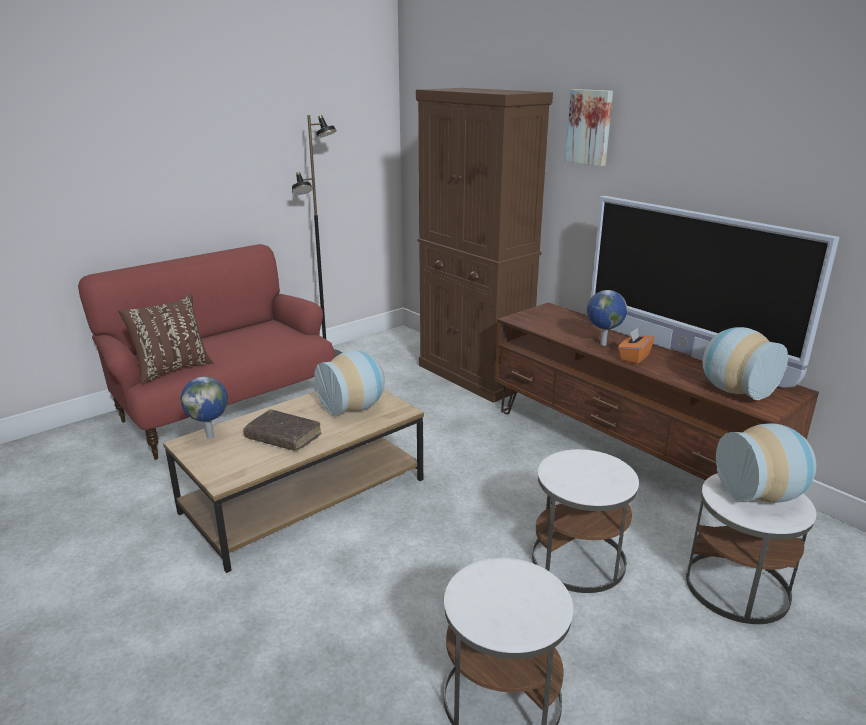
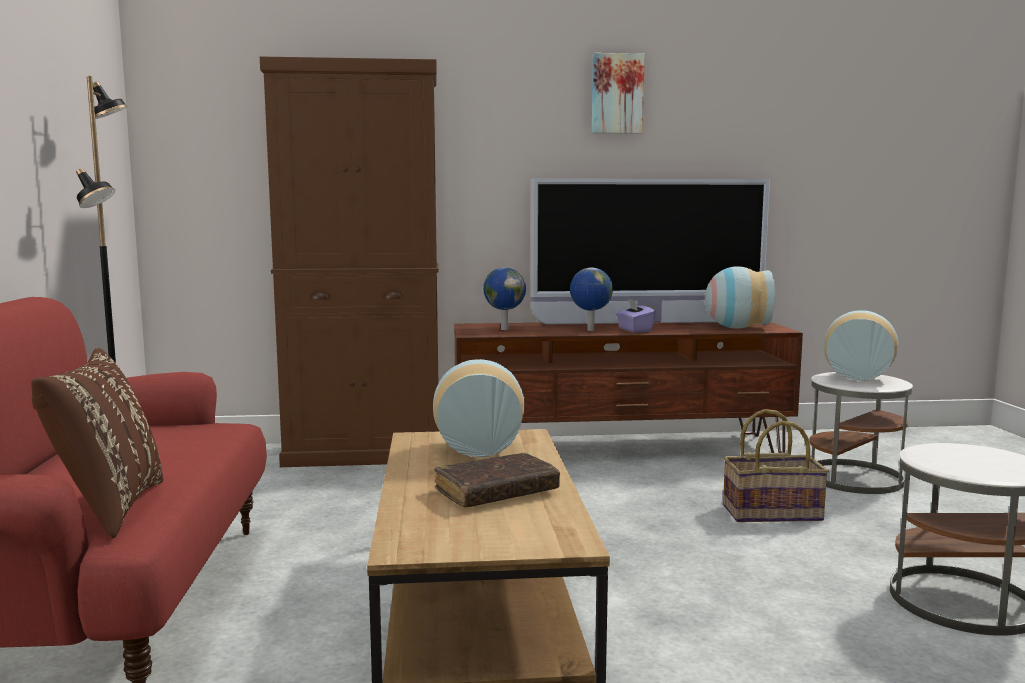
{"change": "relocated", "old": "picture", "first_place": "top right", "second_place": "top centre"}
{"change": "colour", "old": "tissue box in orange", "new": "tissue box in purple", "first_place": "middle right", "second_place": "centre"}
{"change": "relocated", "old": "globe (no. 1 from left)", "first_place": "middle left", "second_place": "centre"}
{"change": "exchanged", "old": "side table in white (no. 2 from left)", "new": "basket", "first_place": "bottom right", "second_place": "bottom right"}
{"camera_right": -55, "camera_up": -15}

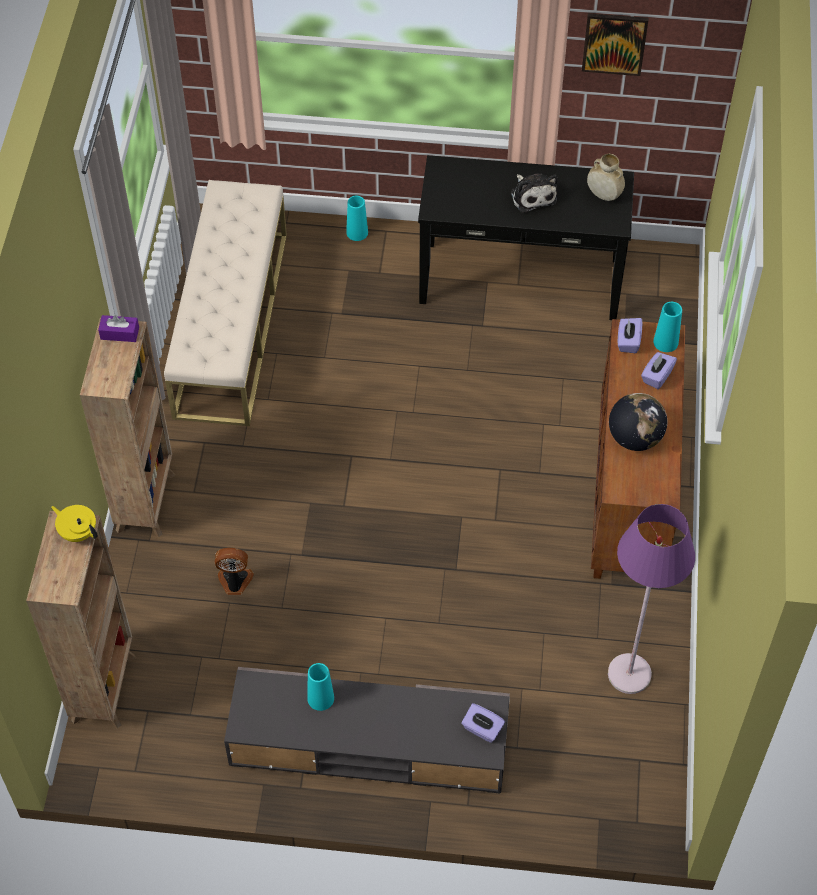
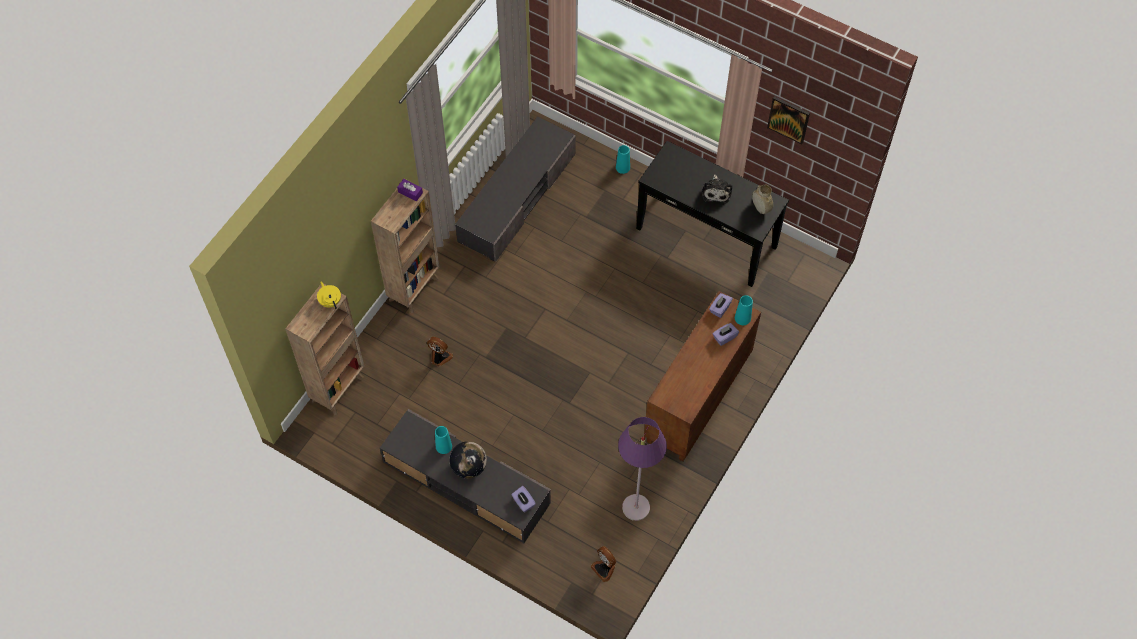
{"change": "exchanged", "old": "bench in beige", "new": "tv stand in grey (no. 2 from left)", "first_place": "middle left", "second_place": "top centre"}
{"change": "relocated", "old": "globe", "first_place": "middle right", "second_place": "bottom centre"}
{"change": "appeared", "new": "fan (no. 2 from left)", "second_place": "bottom centre"}
{"camera_right": 25, "camera_up": 5}

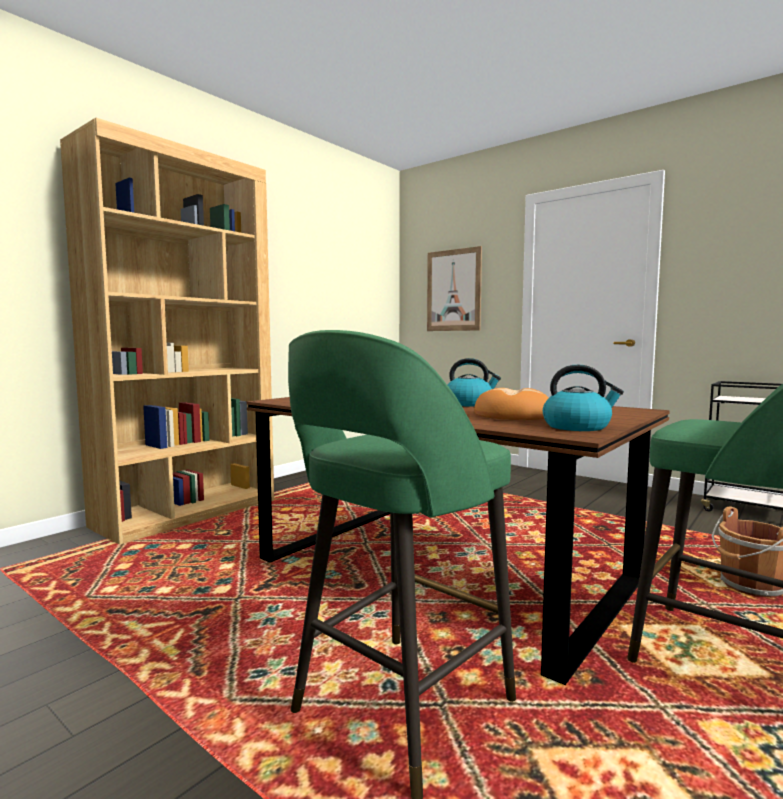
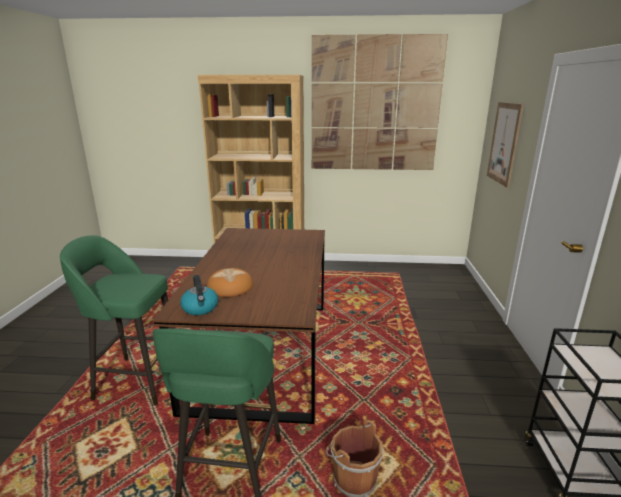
{"change": "missing", "old": "kettle (no. 1 from left)", "first_place": "centre"}
{"change": "appeared", "new": "picture (no. 1 from left)", "second_place": "top centre"}
{"camera_right": 55, "camera_up": 15}

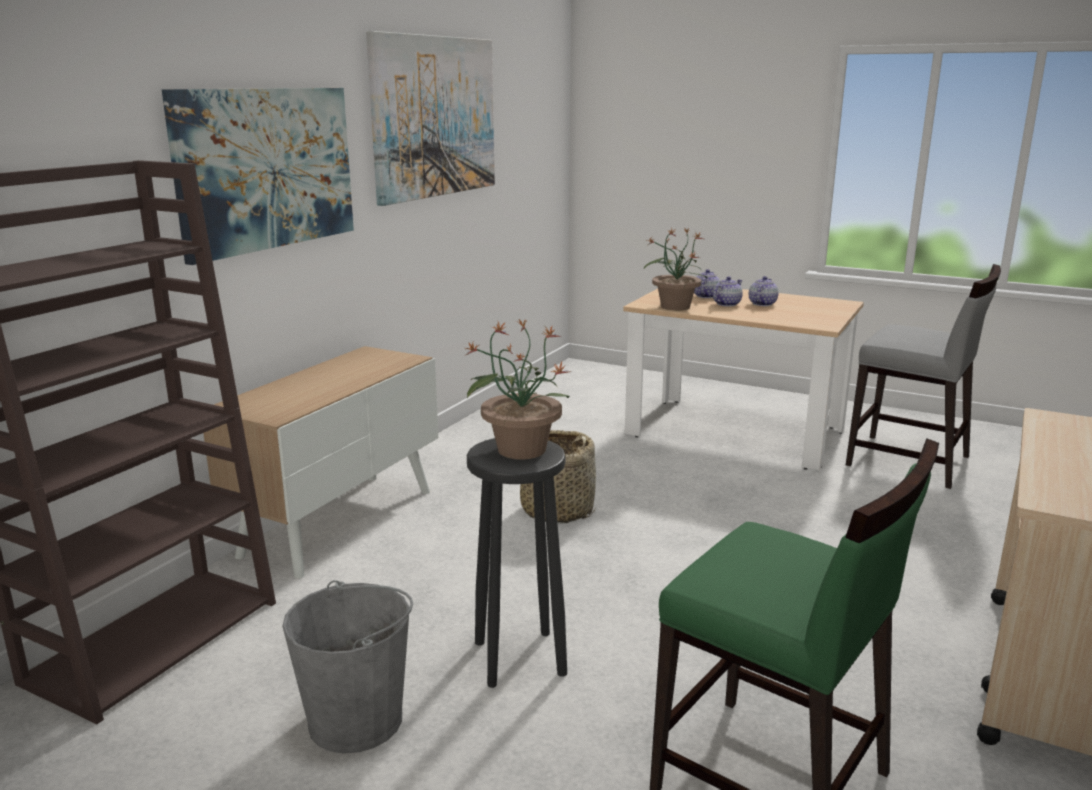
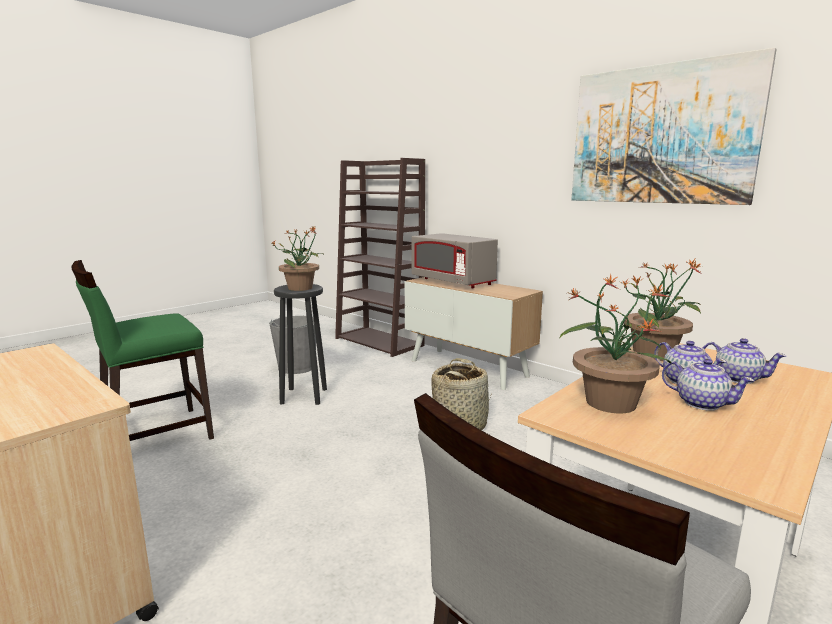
{"change": "missing", "old": "picture (no. 1 from left)", "first_place": "top left"}
{"change": "appeared", "new": "microwave in grey", "second_place": "centre"}
{"change": "appeared", "new": "potted plant (no. 2 from left)", "second_place": "middle right"}
{"camera_right": 105, "camera_up": -5}

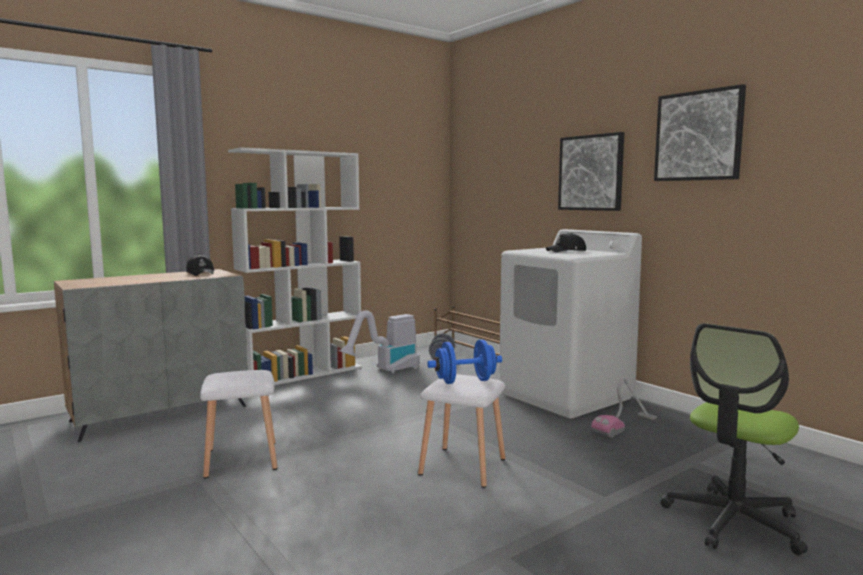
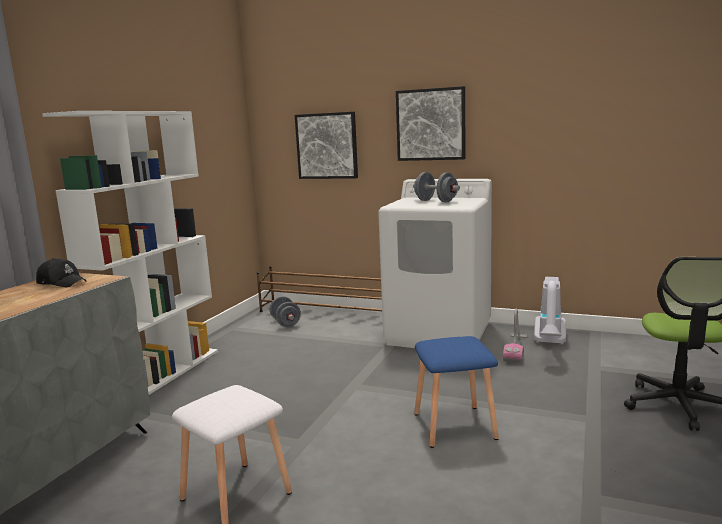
{"change": "relocated", "old": "picture (no. 2 from left in the first image)", "new": "picture (no. 1 from left)", "first_place": "top right", "second_place": "top centre"}
{"change": "exchanged", "old": "cap in black (no. 2 from left)", "new": "dumbbell in grey (no. 2 from left)", "first_place": "centre", "second_place": "centre"}
{"change": "relocated", "old": "vacuum cleaner (no. 1 from left in the first image)", "new": "vacuum cleaner (no. 2 from left)", "first_place": "centre", "second_place": "middle right"}
{"change": "missing", "old": "dumbbell in blue", "first_place": "centre"}
{"change": "colour", "old": "stool in white (no. 2 from left)", "new": "stool in blue", "first_place": "bottom centre", "second_place": "bottom centre"}
{"camera_right": -30, "camera_up": 5}

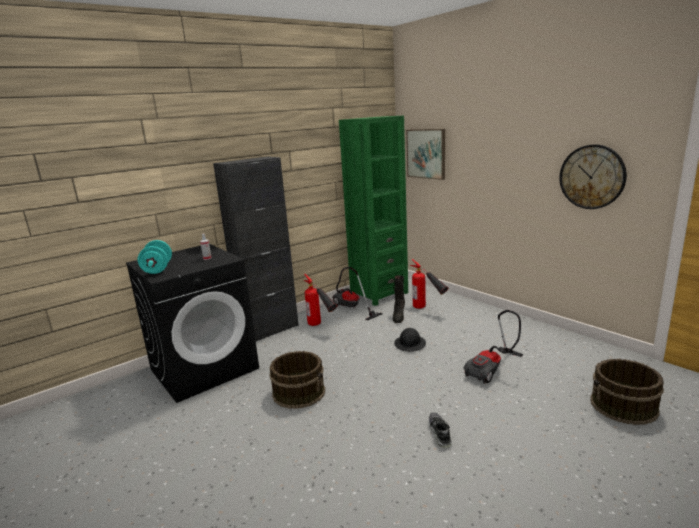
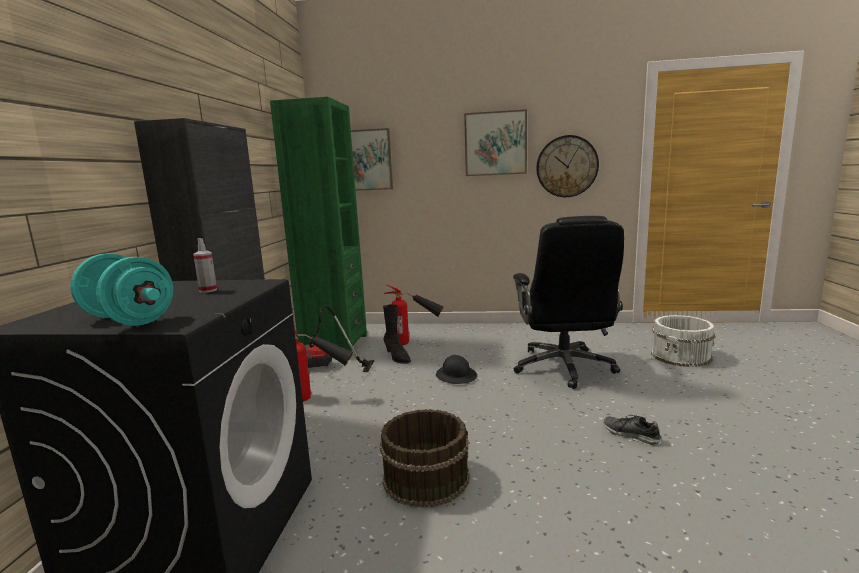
{"change": "exchanged", "old": "vacuum cleaner (no. 2 from left)", "new": "office chair in black", "first_place": "middle right", "second_place": "centre"}
{"change": "colour", "old": "bucket in brown (no. 2 from left)", "new": "bucket in white", "first_place": "bottom right", "second_place": "middle right"}
{"change": "appeared", "new": "picture (no. 2 from left)", "second_place": "top centre"}
{"camera_right": -45, "camera_up": -5}

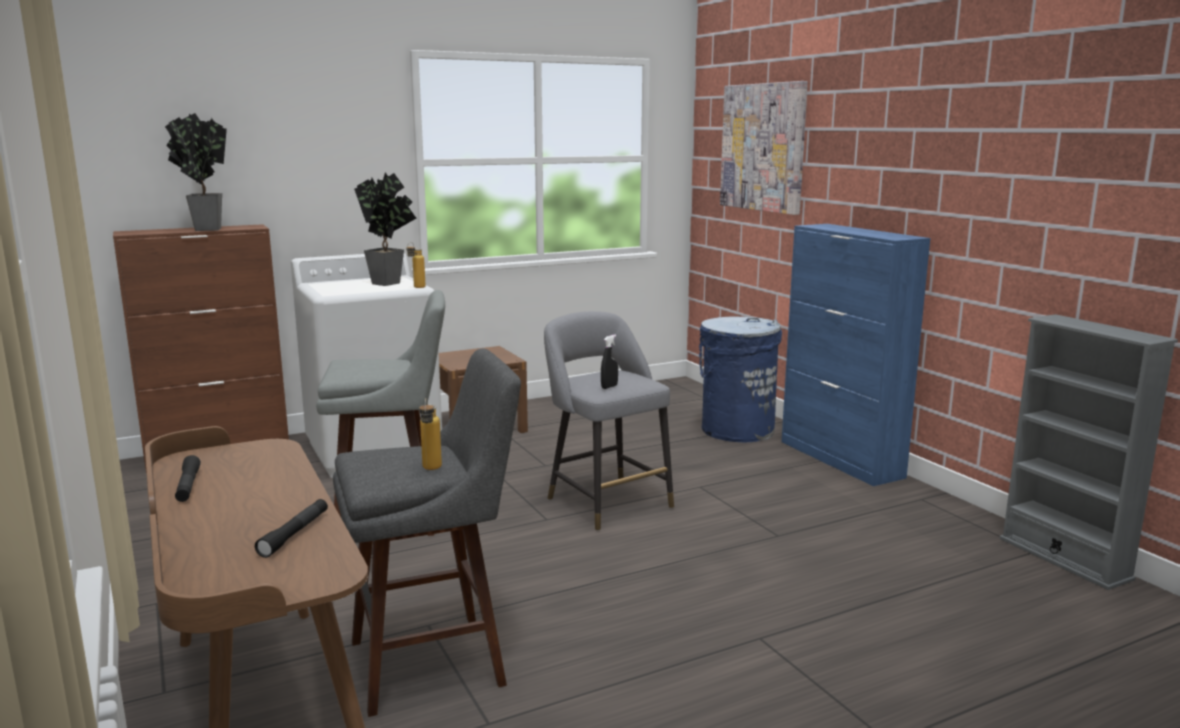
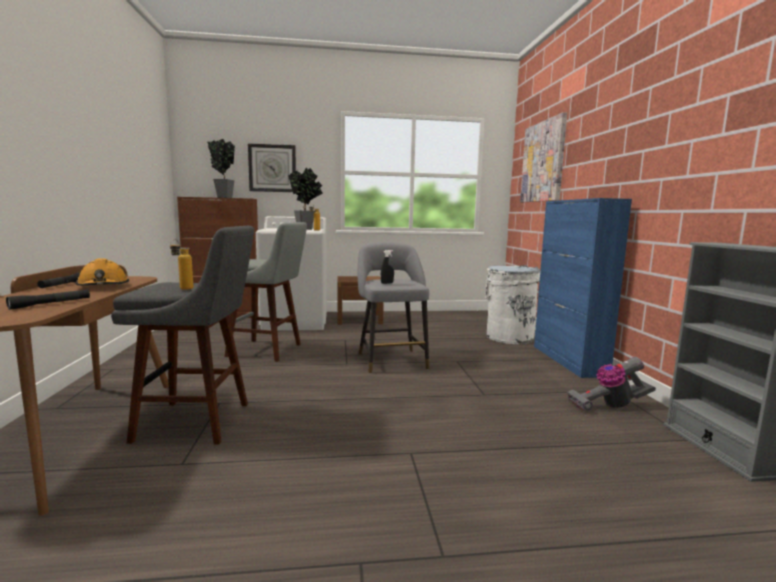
{"change": "colour", "old": "trash can in blue", "new": "trash can in white", "first_place": "centre", "second_place": "centre"}
{"change": "appeared", "new": "wall clock", "second_place": "top centre"}
{"change": "appeared", "new": "hard hat in orange", "second_place": "middle left"}
{"change": "appeared", "new": "vacuum cleaner", "second_place": "middle right"}
{"camera_right": 20, "camera_up": -5}

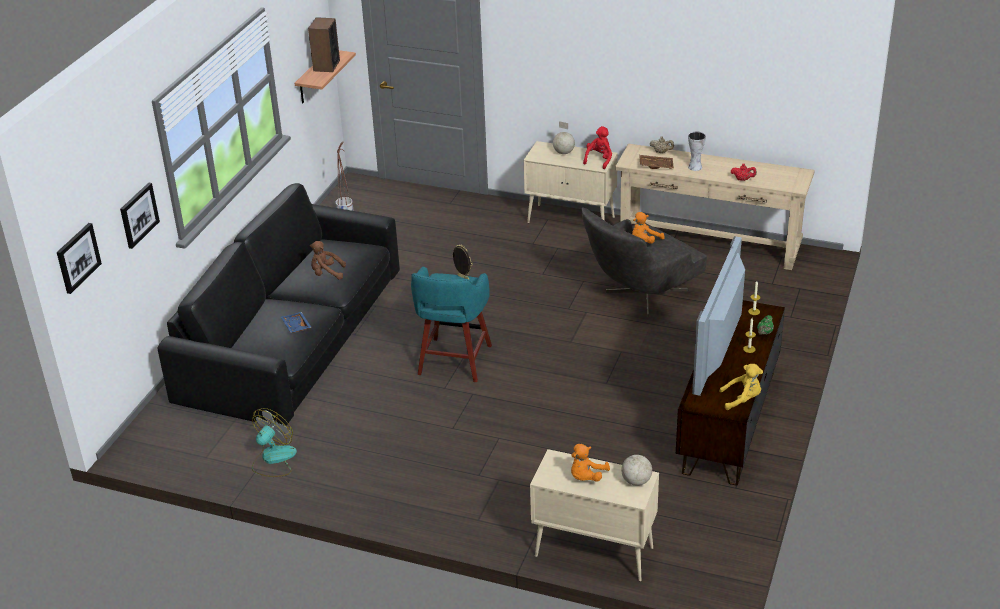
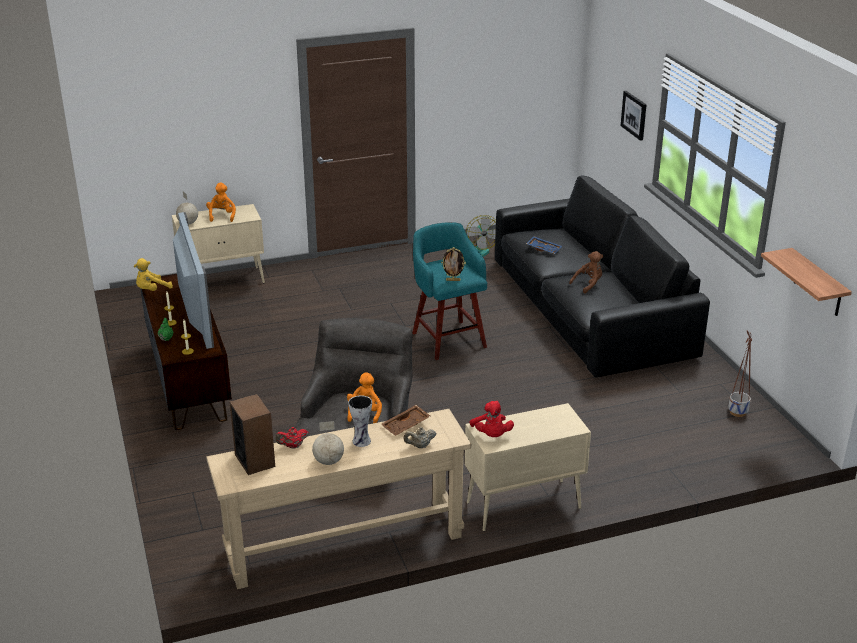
{"change": "relocated", "old": "speaker", "first_place": "top left", "second_place": "bottom left"}
{"change": "relocated", "old": "globe (no. 1 from left in the first image)", "new": "globe (no. 2 from left)", "first_place": "top centre", "second_place": "bottom centre"}
{"change": "missing", "old": "picture (no. 1 from left)", "first_place": "middle left"}
{"camera_right": 140, "camera_up": -5}

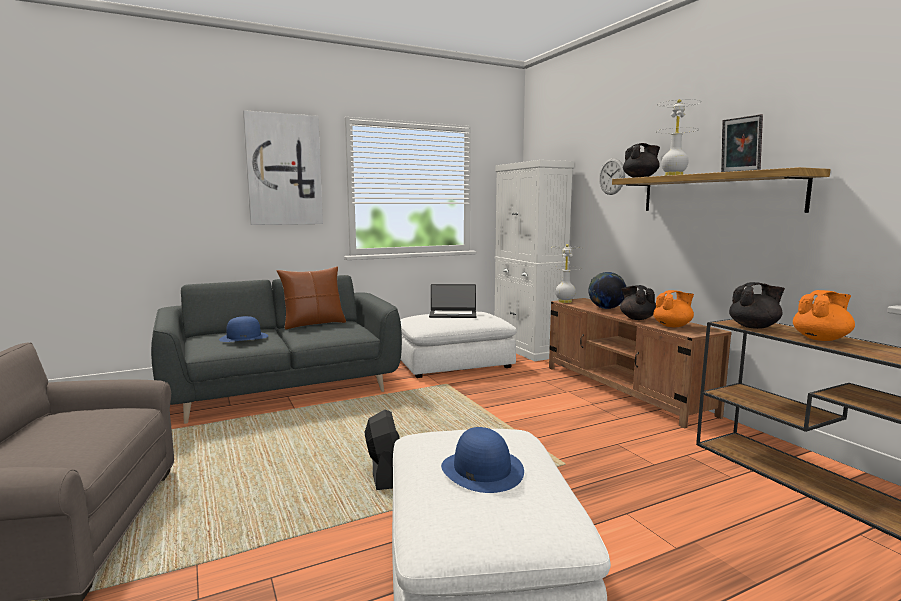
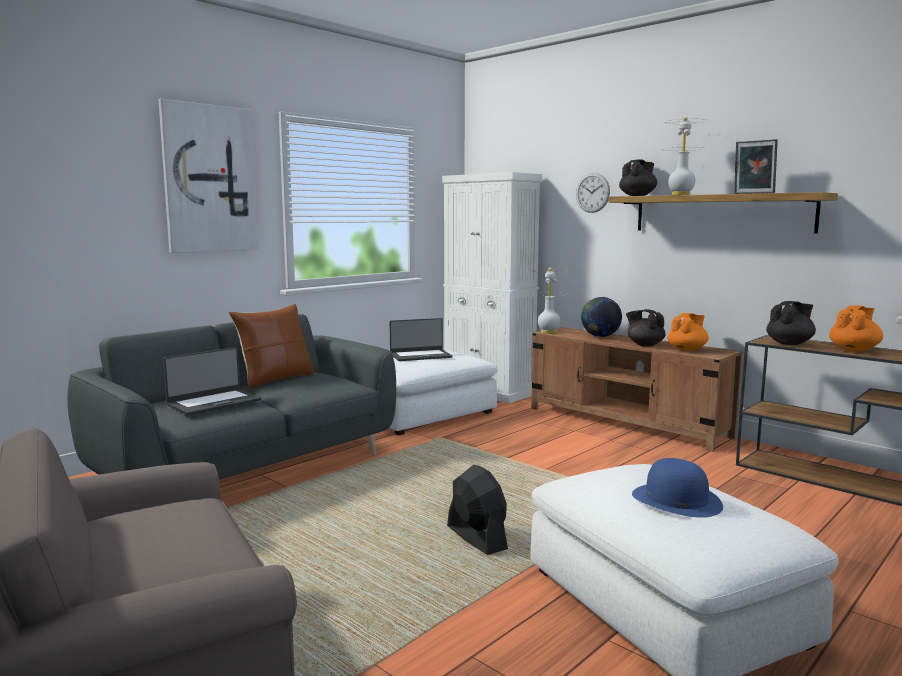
{"change": "exchanged", "old": "hat in blue (no. 1 from left)", "new": "laptop (no. 1 from left)", "first_place": "middle left", "second_place": "middle left"}
{"camera_right": -20, "camera_up": 0}

